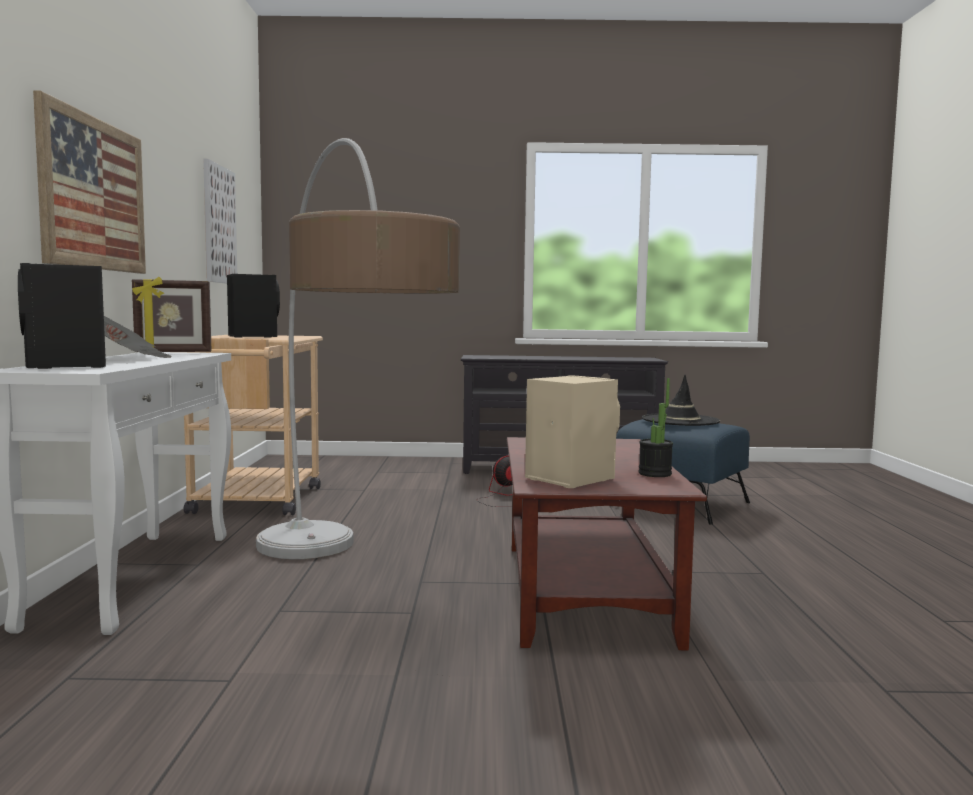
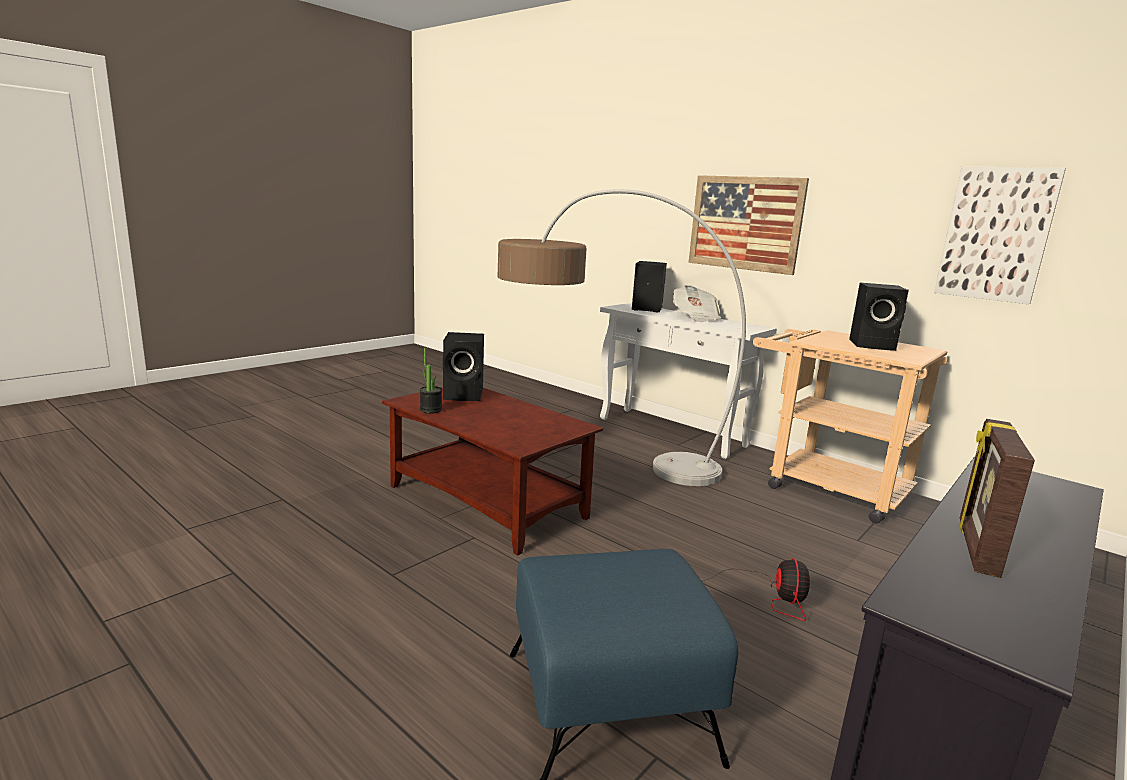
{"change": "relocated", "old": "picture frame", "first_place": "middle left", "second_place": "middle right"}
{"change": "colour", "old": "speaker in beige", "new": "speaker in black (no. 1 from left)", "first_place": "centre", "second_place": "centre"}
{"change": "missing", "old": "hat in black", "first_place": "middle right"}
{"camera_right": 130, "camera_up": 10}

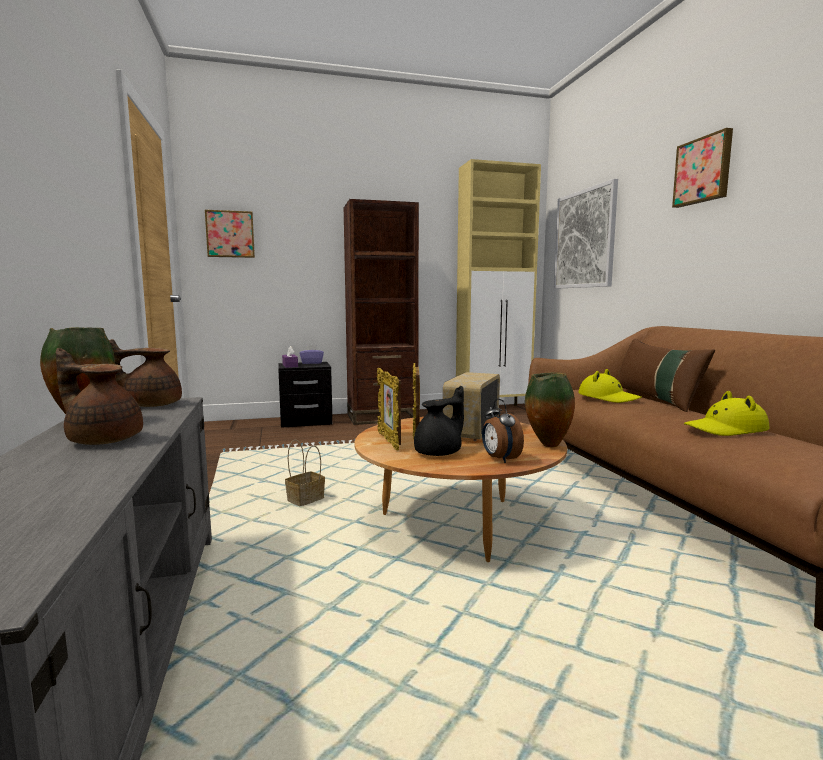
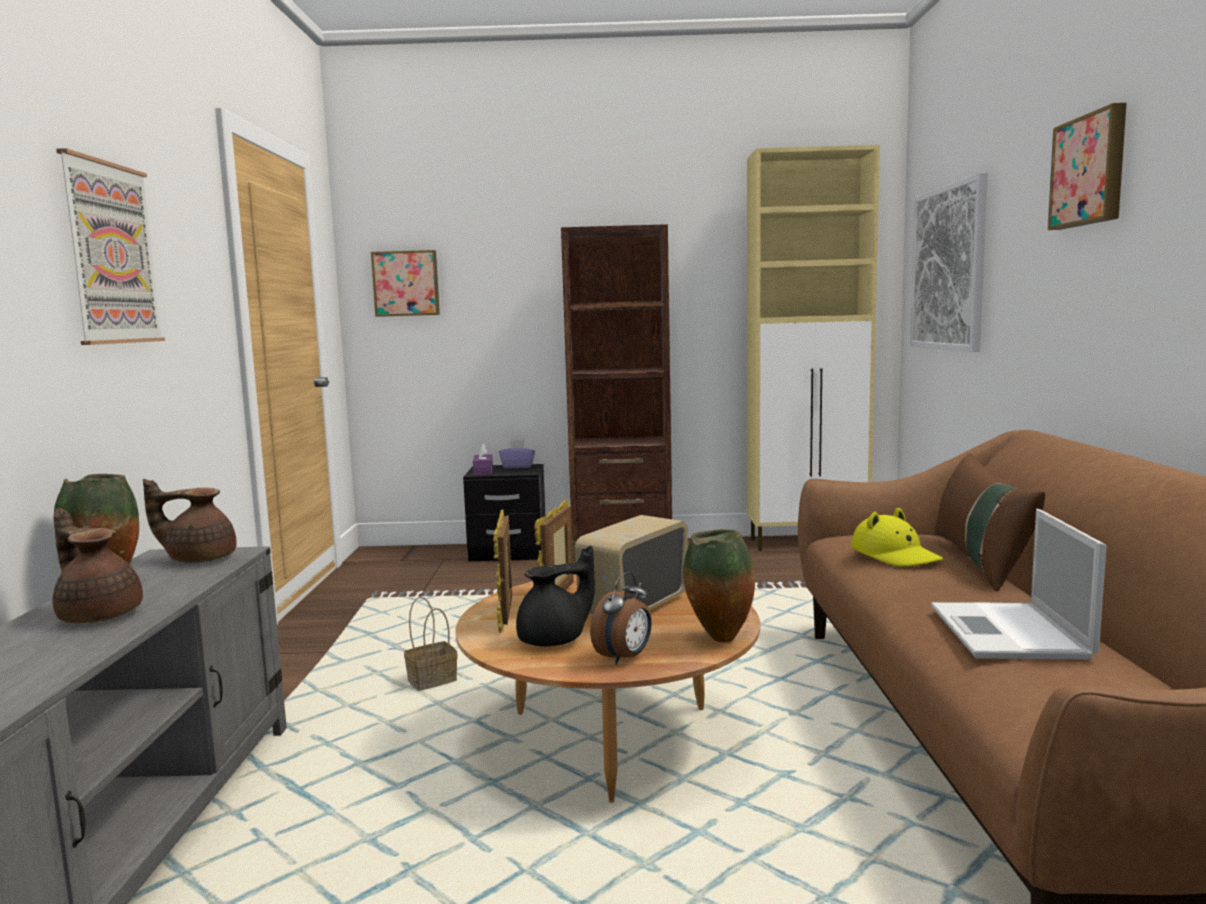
{"change": "exchanged", "old": "hat in yellow (no. 2 from left)", "new": "laptop", "first_place": "middle right", "second_place": "middle right"}
{"change": "spun", "old": "alarm clock", "first_place": "centre", "second_place": "bottom centre", "degrees": -135}
{"change": "appeared", "new": "picture (no. 1 from left)", "second_place": "top left"}
{"camera_right": 15, "camera_up": 0}

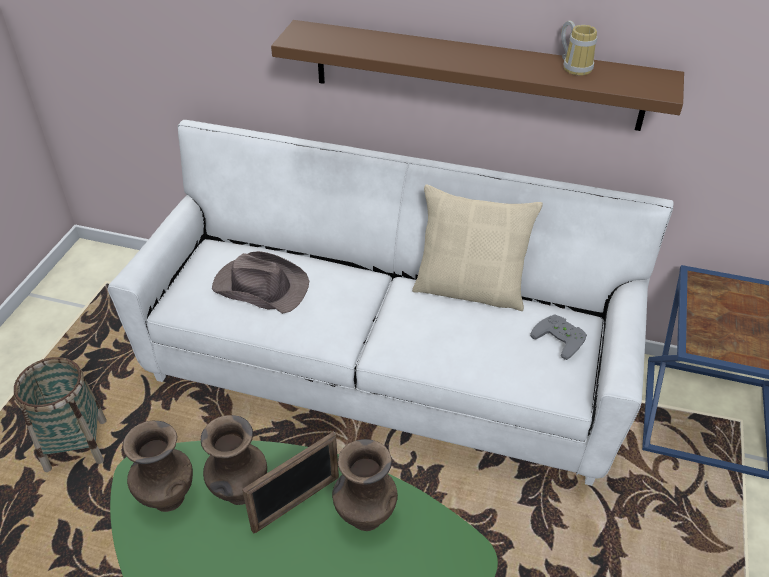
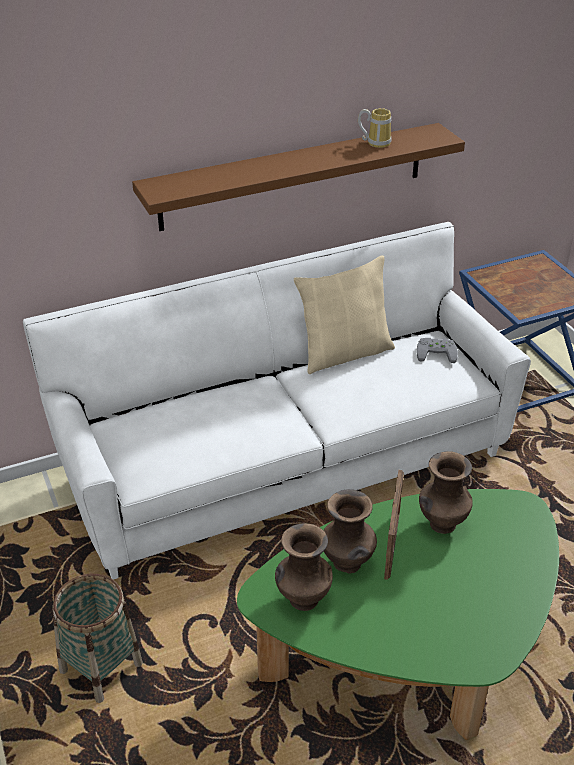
{"change": "missing", "old": "hat in brown", "first_place": "centre"}
{"camera_right": -40, "camera_up": -5}

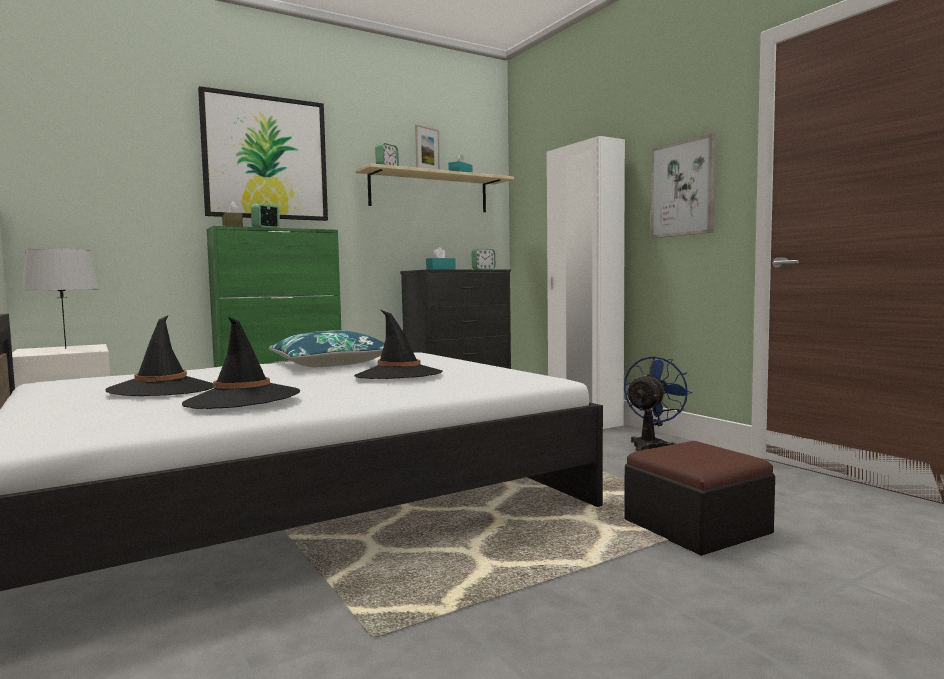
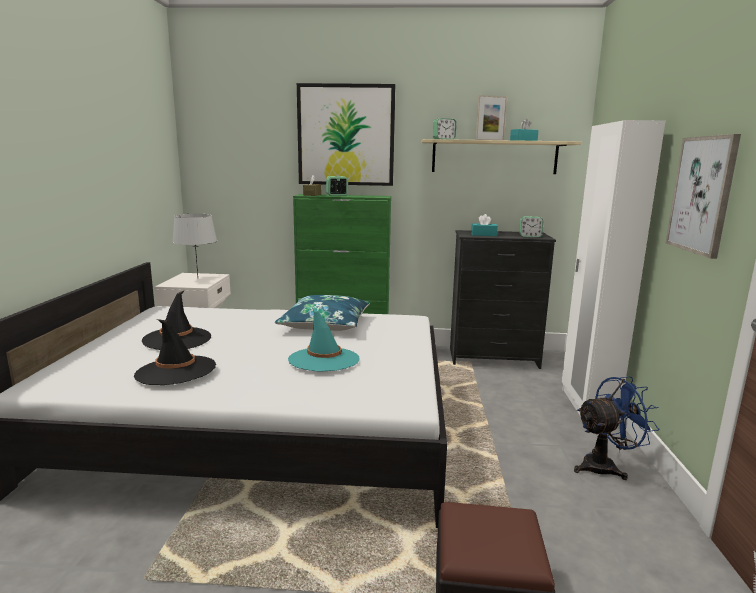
{"change": "colour", "old": "hat in black (no. 3 from left)", "new": "hat in turquoise", "first_place": "centre", "second_place": "centre"}
{"camera_right": 35, "camera_up": 10}

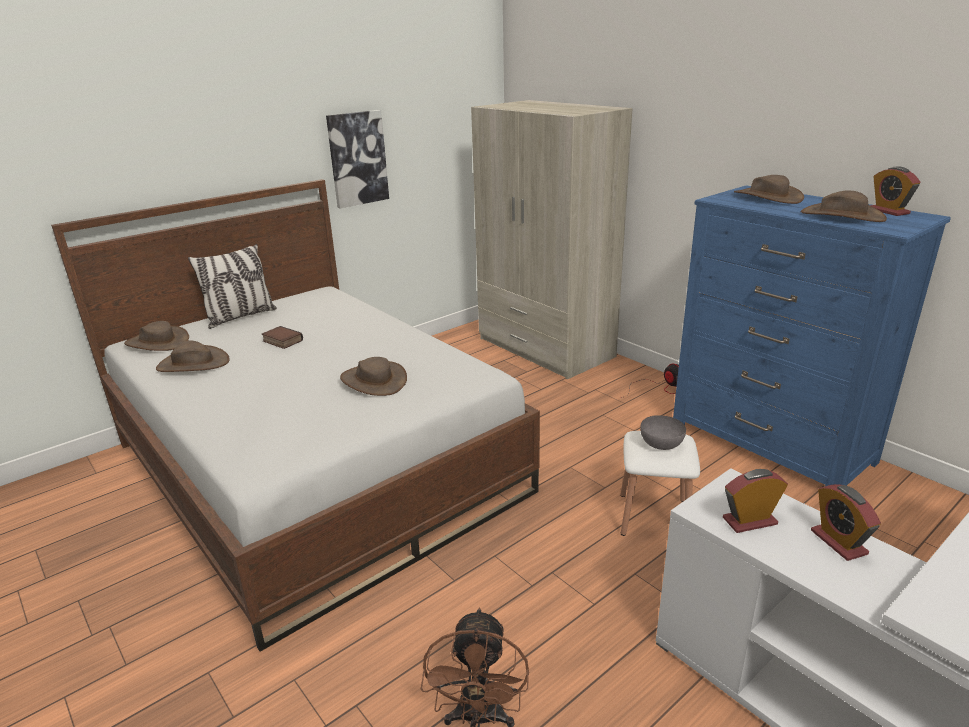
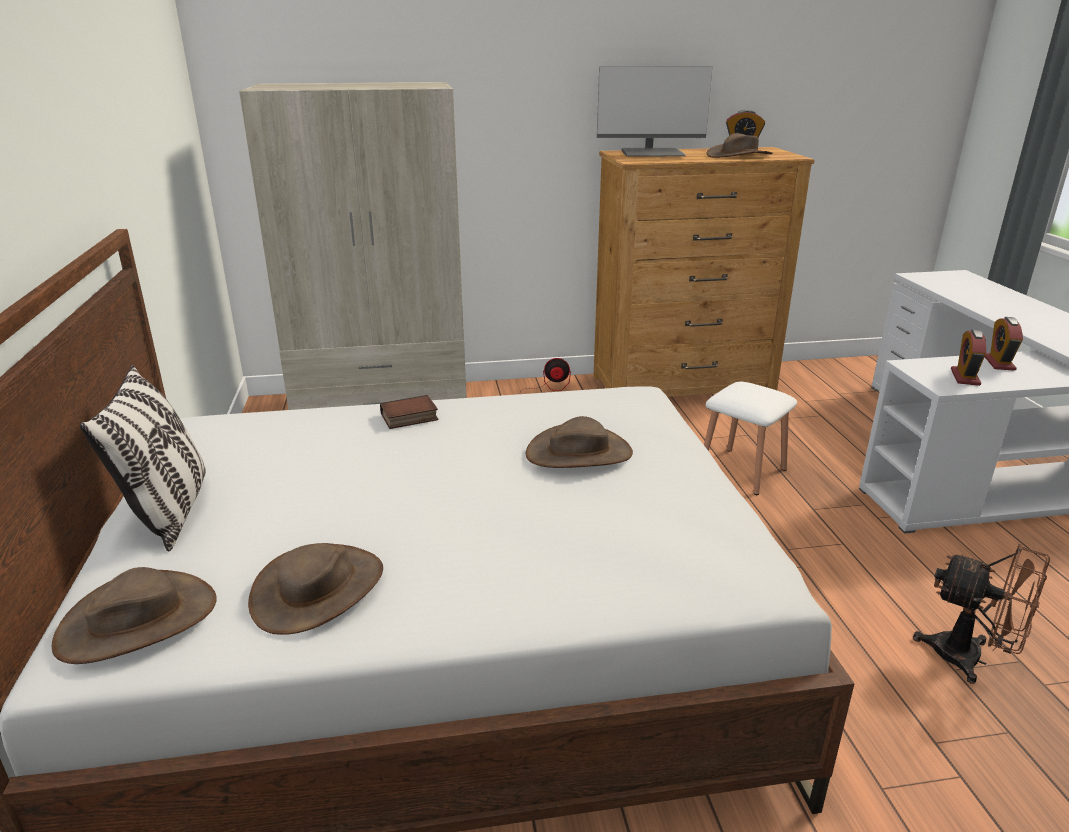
{"change": "missing", "old": "picture", "first_place": "top centre"}
{"change": "exchanged", "old": "hat in brown (no. 4 from left)", "new": "monitor", "first_place": "top right", "second_place": "top centre"}
{"change": "colour", "old": "dresser in blue", "new": "dresser in brown", "first_place": "middle right", "second_place": "top centre"}
{"change": "relocated", "old": "book", "first_place": "middle left", "second_place": "centre"}
{"change": "missing", "old": "bowl in grey", "first_place": "middle right"}
{"change": "spun", "old": "alarm clock (no. 2 from left in the first image)", "first_place": "bottom right", "second_place": "middle right", "degrees": 90}
{"camera_right": -60, "camera_up": 0}

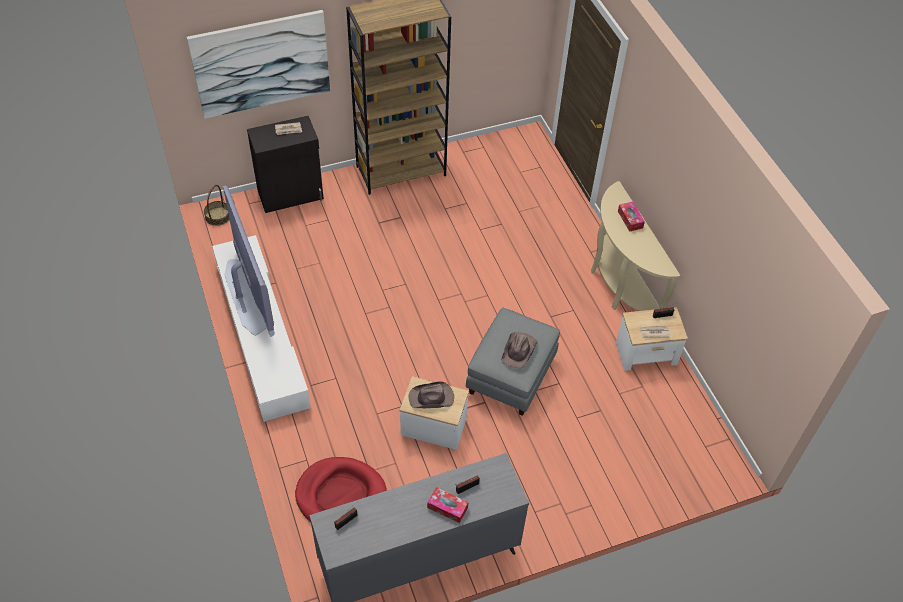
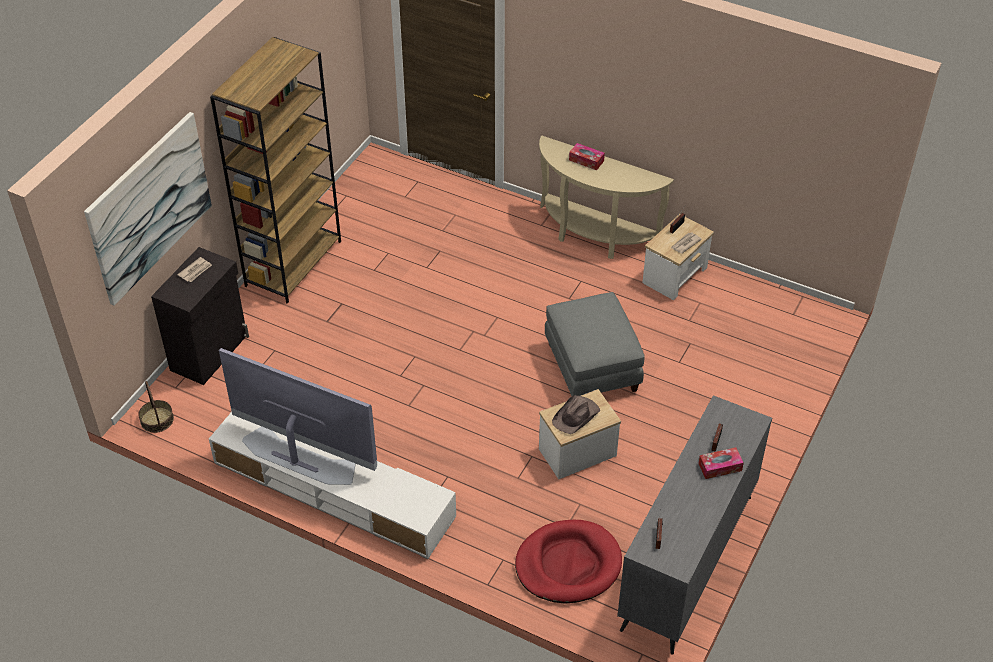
{"change": "missing", "old": "hat in brown (no. 2 from left)", "first_place": "centre"}
{"camera_right": -40, "camera_up": -5}

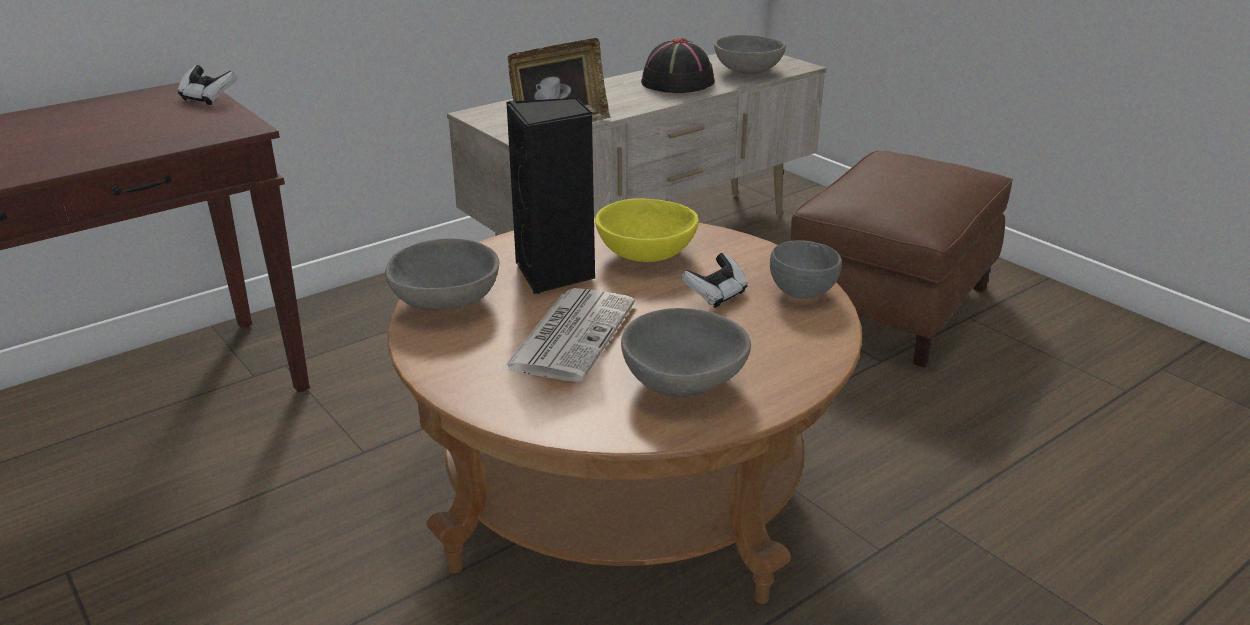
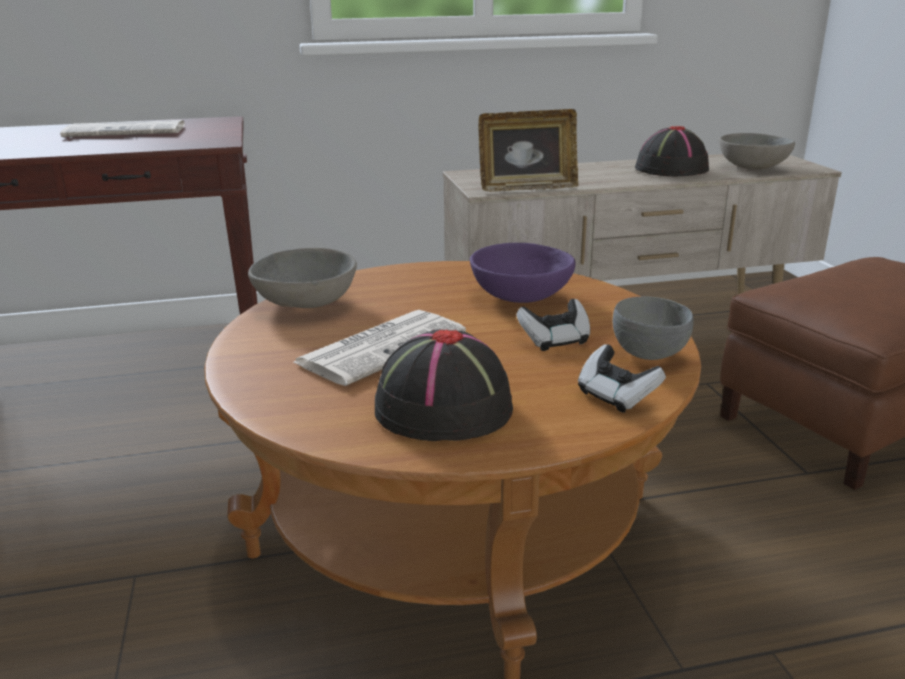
{"change": "relocated", "old": "game controller (no. 1 from left in the first image)", "new": "game controller (no. 2 from left)", "first_place": "top left", "second_place": "middle right"}
{"change": "missing", "old": "speaker in black", "first_place": "top centre"}
{"change": "colour", "old": "bowl in yellow", "new": "bowl in purple", "first_place": "centre", "second_place": "centre"}
{"change": "exchanged", "old": "bowl in grey (no. 2 from left)", "new": "hat in black (no. 1 from left)", "first_place": "centre", "second_place": "centre"}
{"change": "appeared", "new": "newspaper (no. 1 from left)", "second_place": "top left"}
{"camera_right": 25, "camera_up": -5}

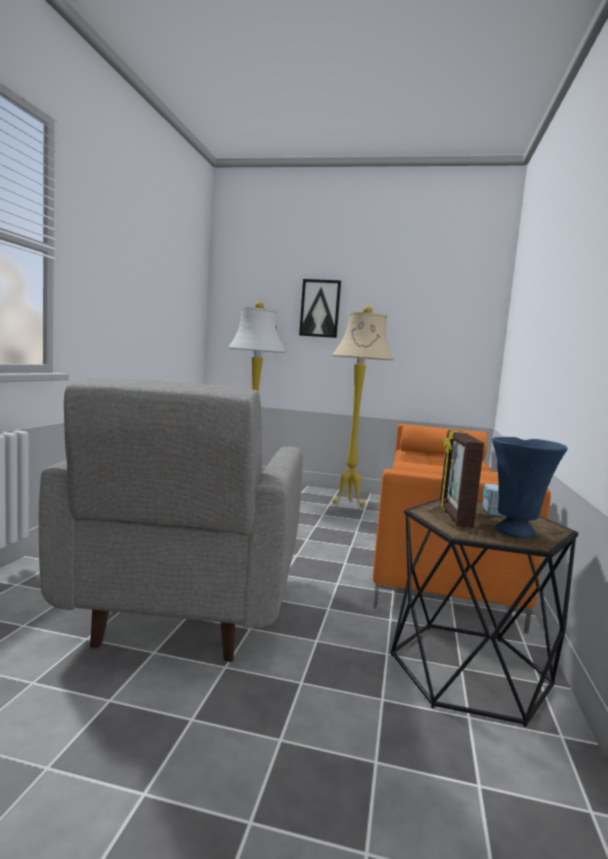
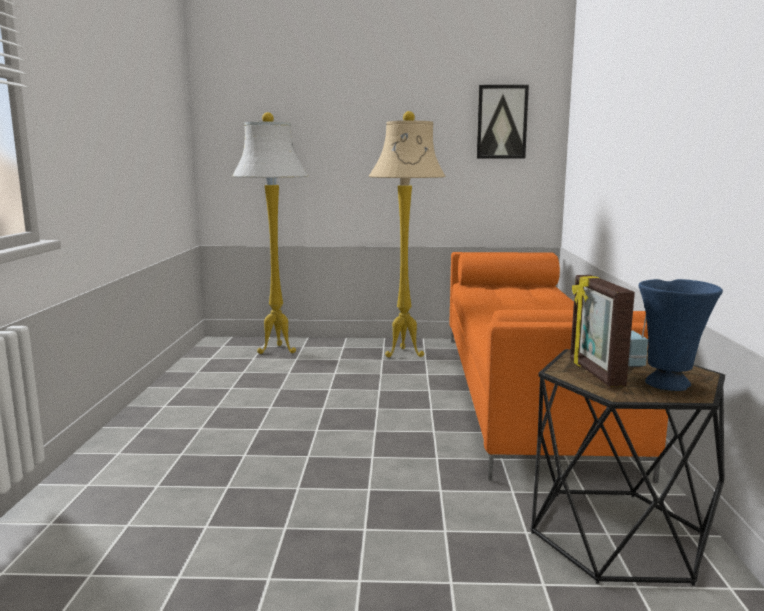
{"change": "relocated", "old": "picture", "first_place": "centre", "second_place": "top centre"}
{"change": "missing", "old": "armchair in grey", "first_place": "middle left"}
{"camera_right": -10, "camera_up": 5}

